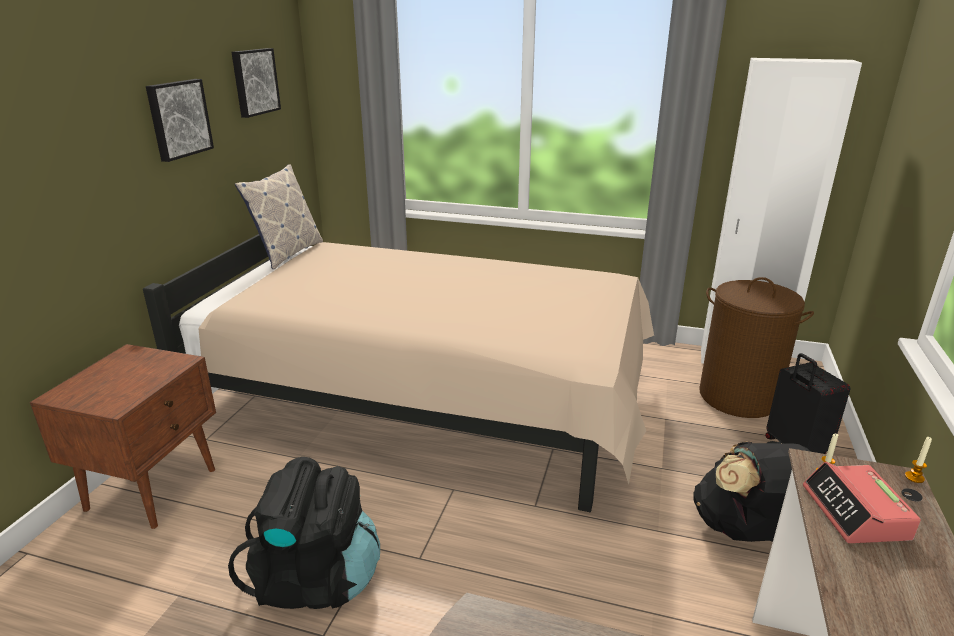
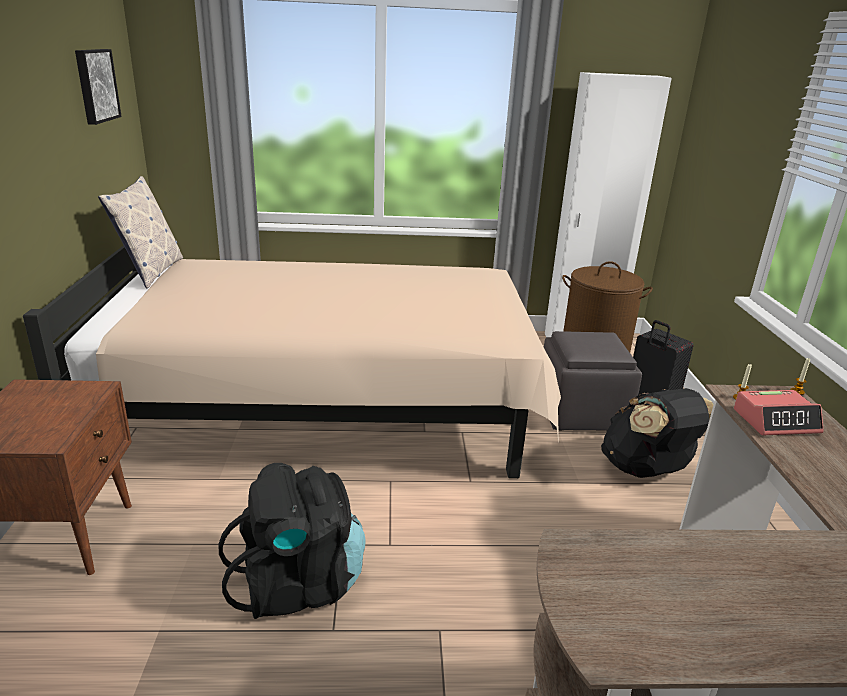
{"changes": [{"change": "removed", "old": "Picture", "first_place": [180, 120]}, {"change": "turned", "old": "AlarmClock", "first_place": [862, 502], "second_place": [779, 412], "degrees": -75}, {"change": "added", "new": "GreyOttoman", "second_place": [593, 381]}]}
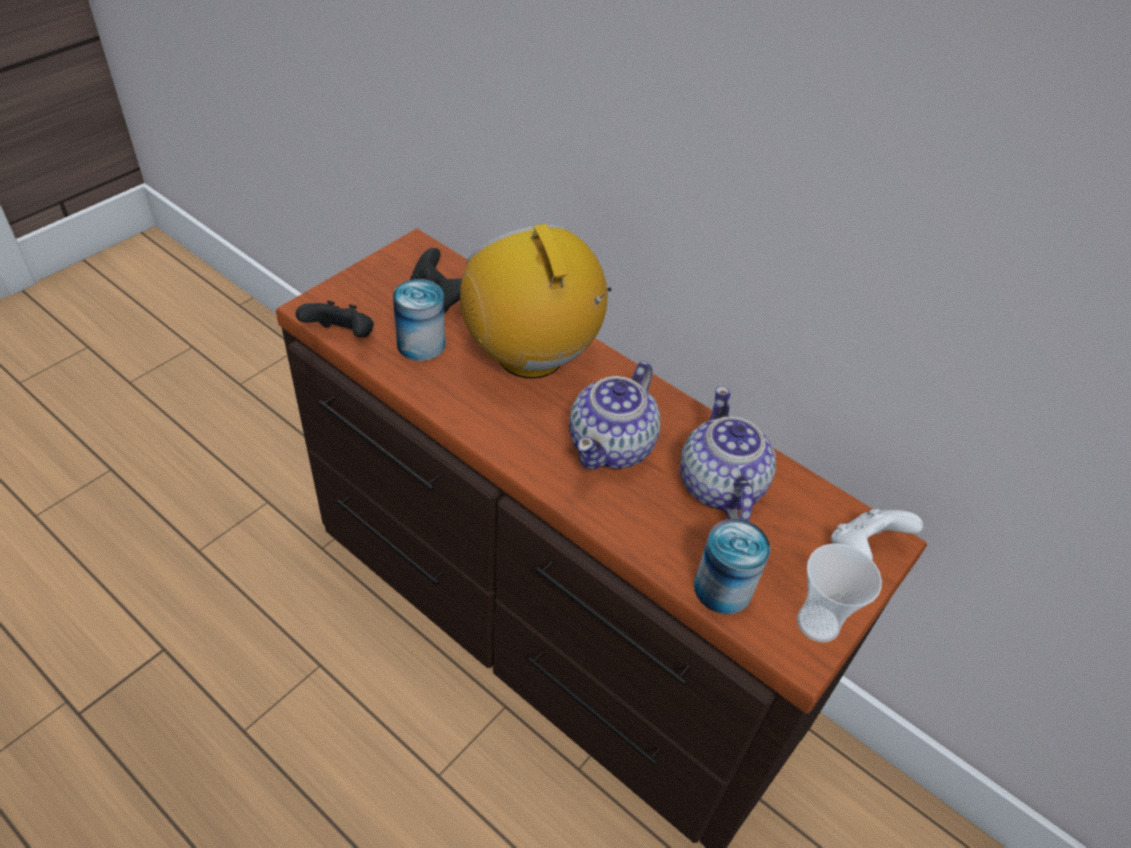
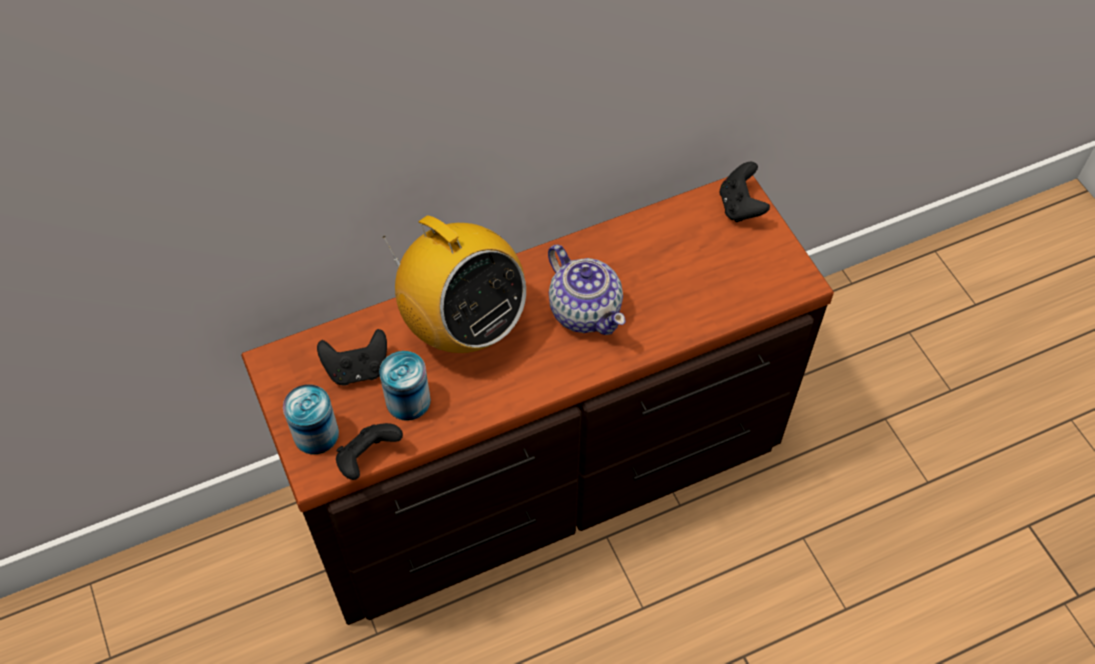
{"changes": [{"change": "turned", "old": "Radio", "first_place": [536, 301], "second_place": [454, 284], "degrees": -135}, {"change": "removed", "old": "Teapot", "first_place": [728, 453]}, {"change": "recoloured", "old": "WhiteGameController", "new": "BlackGameController", "first_place": [877, 535], "second_place": [745, 192]}, {"change": "moved", "old": "Can", "first_place": [732, 567], "second_place": [311, 419]}, {"change": "removed", "old": "Cup", "first_place": [839, 593]}]}
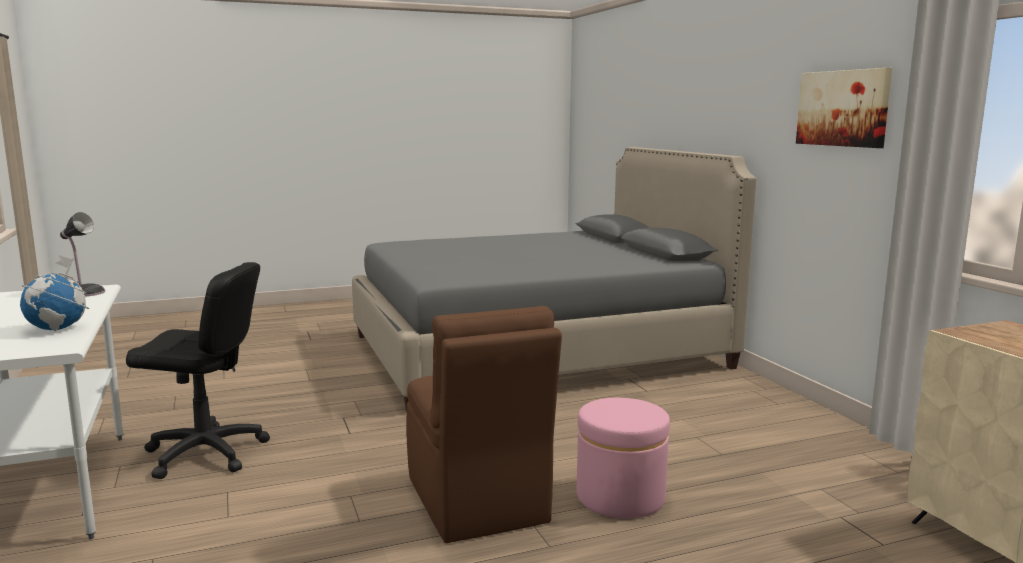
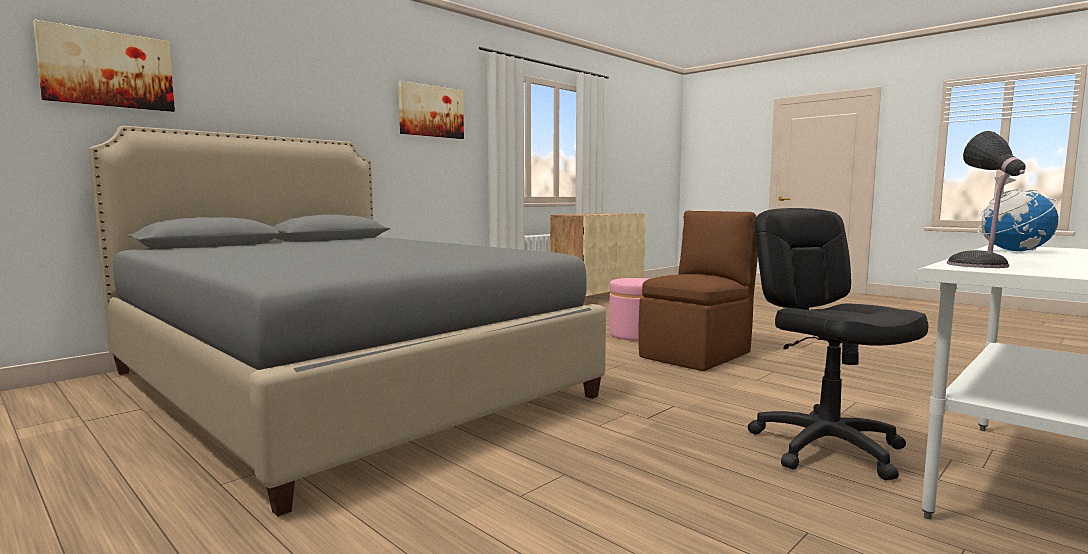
{"changes": [{"change": "added", "new": "Picture", "second_place": [104, 65]}]}
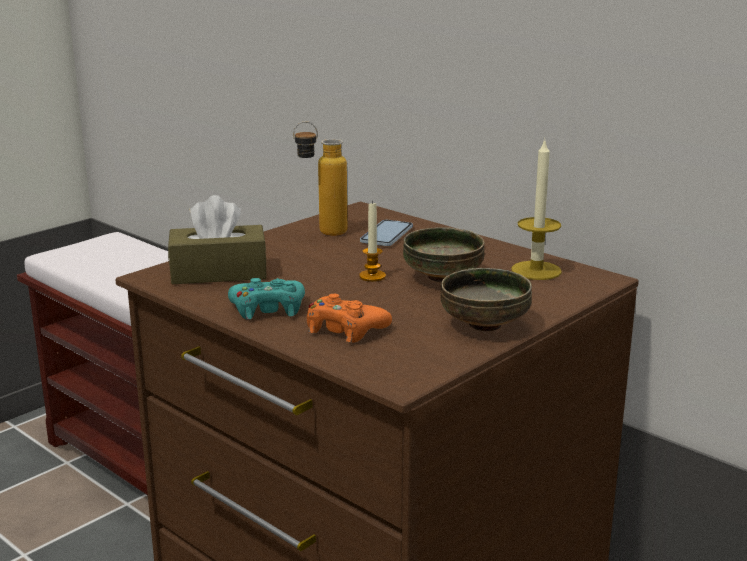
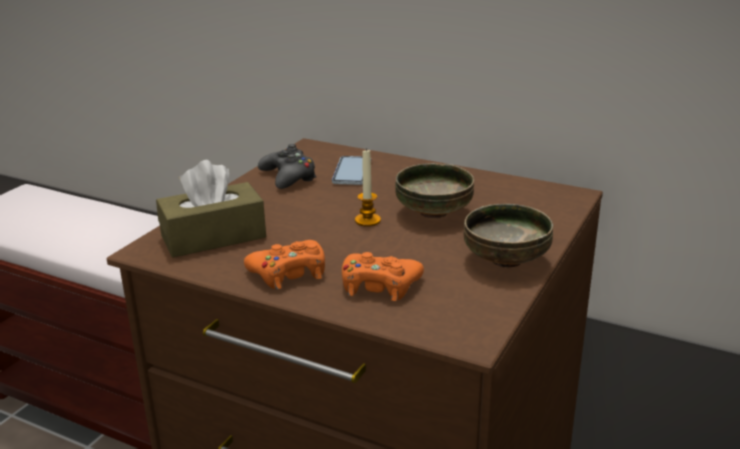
{"changes": [{"change": "replaced", "old": "Bottle", "new": "BlackGameController", "first_place": [320, 178], "second_place": [287, 166]}, {"change": "removed", "old": "Candle", "first_place": [536, 209]}, {"change": "recoloured", "old": "TurquoiseGameController", "new": "OrangeGameController", "first_place": [266, 298], "second_place": [284, 264]}]}
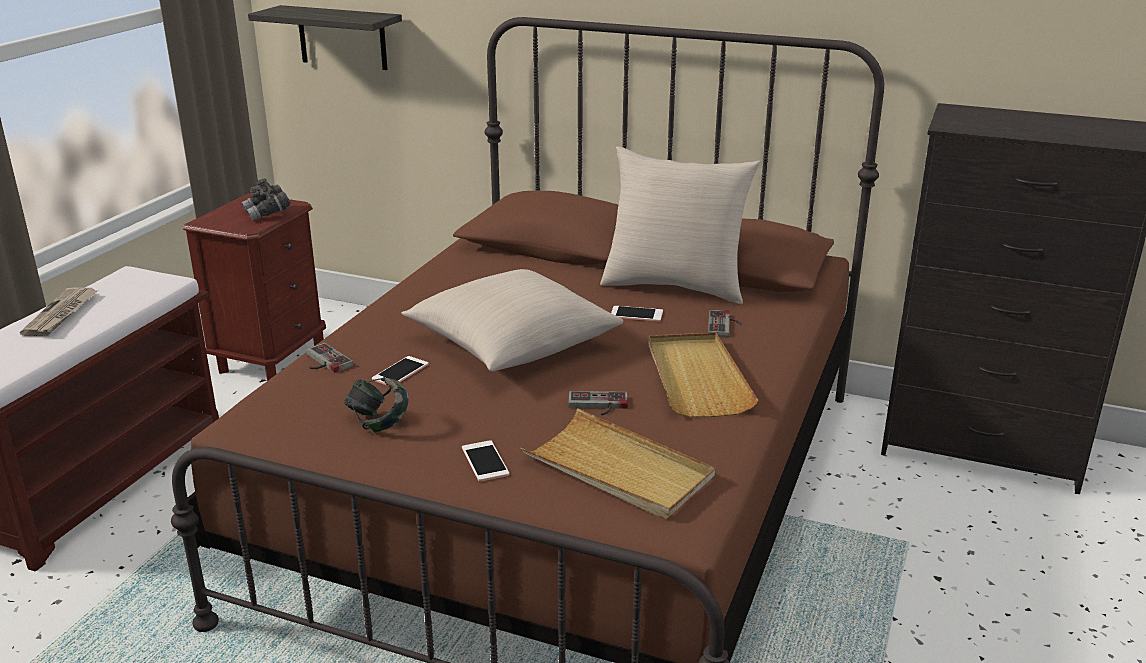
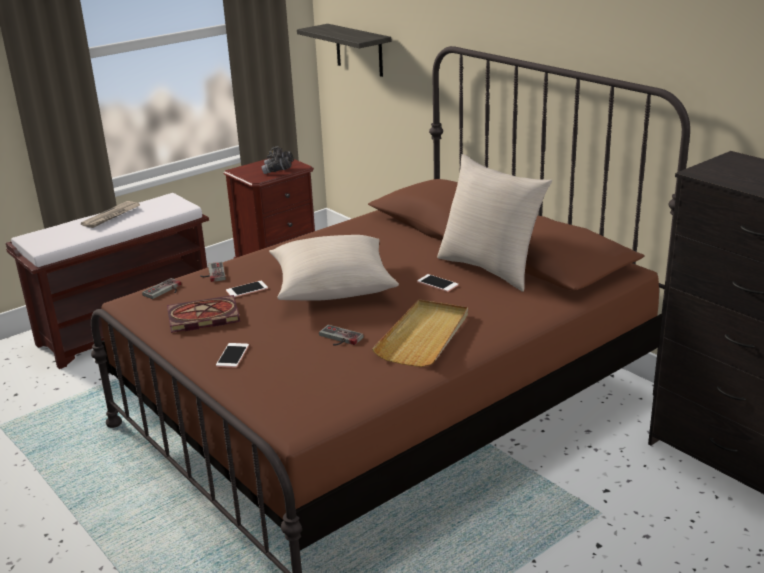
{"changes": [{"change": "moved", "old": "GameController", "first_place": [725, 324], "second_place": [161, 288]}, {"change": "replaced", "old": "Headphones", "new": "Book", "first_place": [376, 403], "second_place": [203, 314]}, {"change": "removed", "old": "BeigeTray", "first_place": [617, 463]}]}
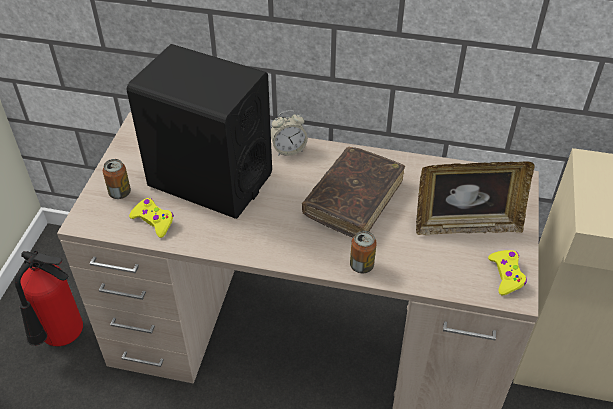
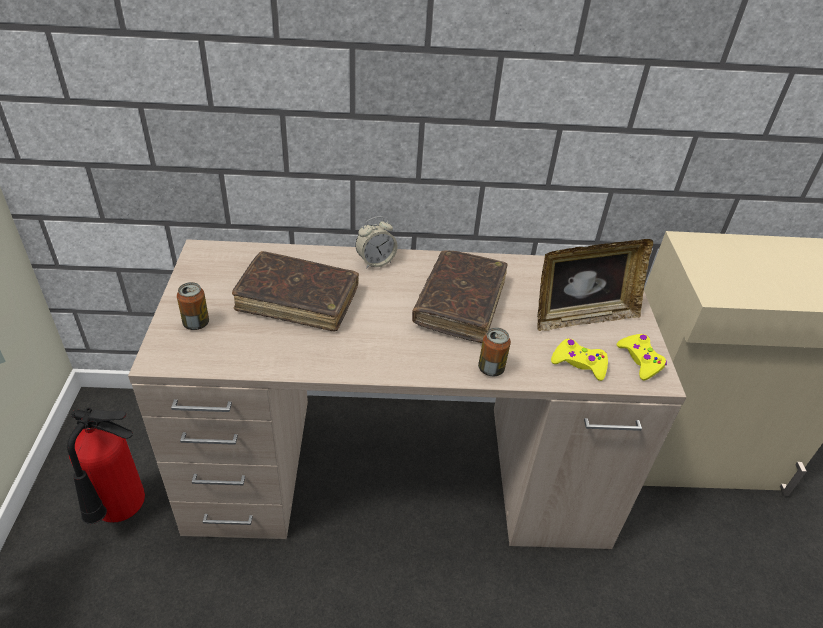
{"changes": [{"change": "replaced", "old": "BlackSpeaker", "new": "BrownBook", "first_place": [199, 131], "second_place": [295, 291]}, {"change": "moved", "old": "YellowGameController", "first_place": [151, 218], "second_place": [579, 359]}]}
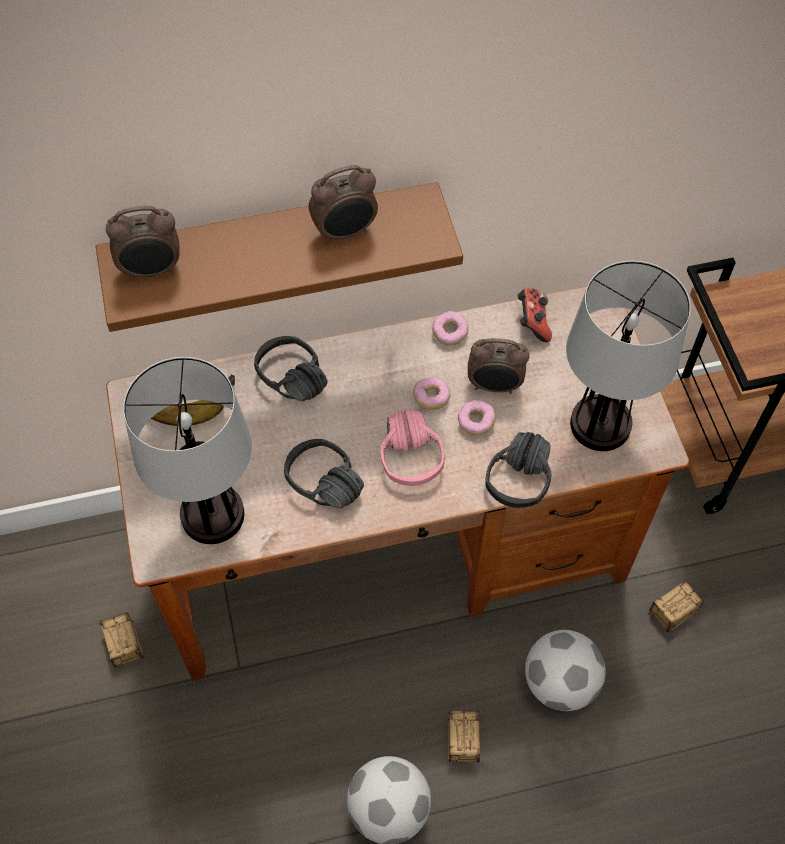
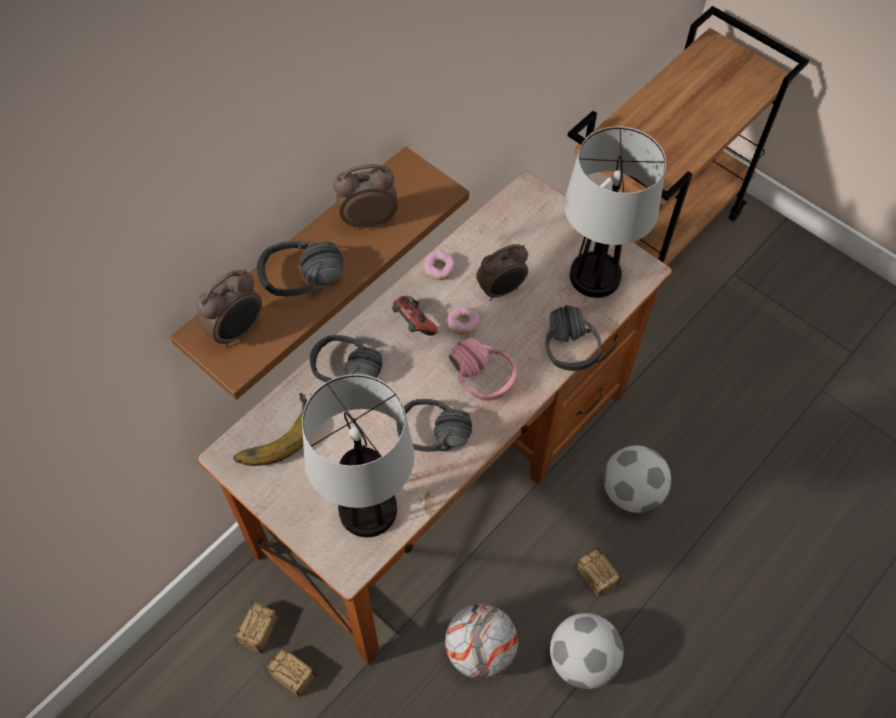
{"changes": [{"change": "turned", "old": "AlarmClock", "first_place": [343, 204], "second_place": [365, 197], "degrees": -135}, {"change": "moved", "old": "GameController", "first_place": [535, 315], "second_place": [415, 316]}, {"change": "removed", "old": "Donut", "first_place": [477, 418]}, {"change": "moved", "old": "StorageBox", "first_place": [670, 607], "second_place": [250, 644]}, {"change": "added", "new": "BlackHeadphones", "second_place": [300, 268]}, {"change": "added", "new": "Football", "second_place": [481, 641]}]}
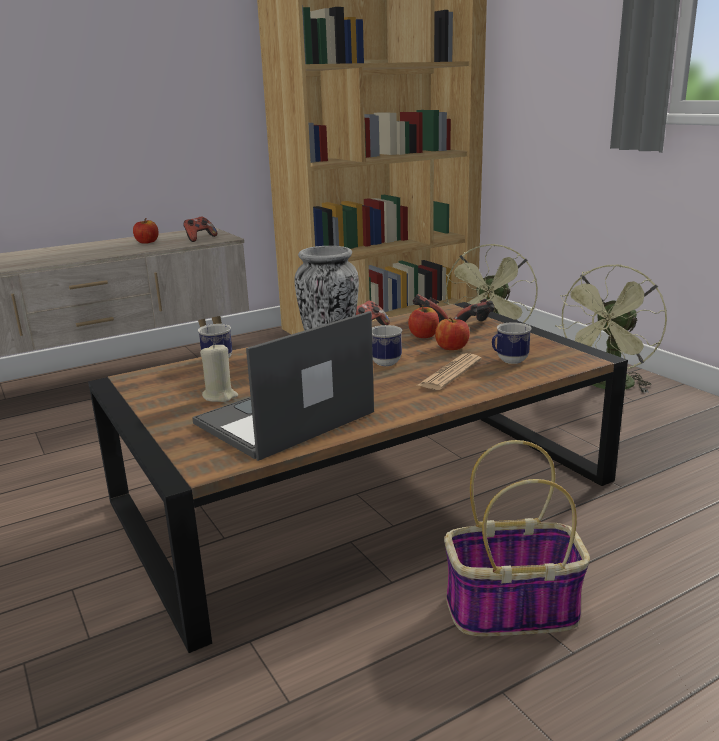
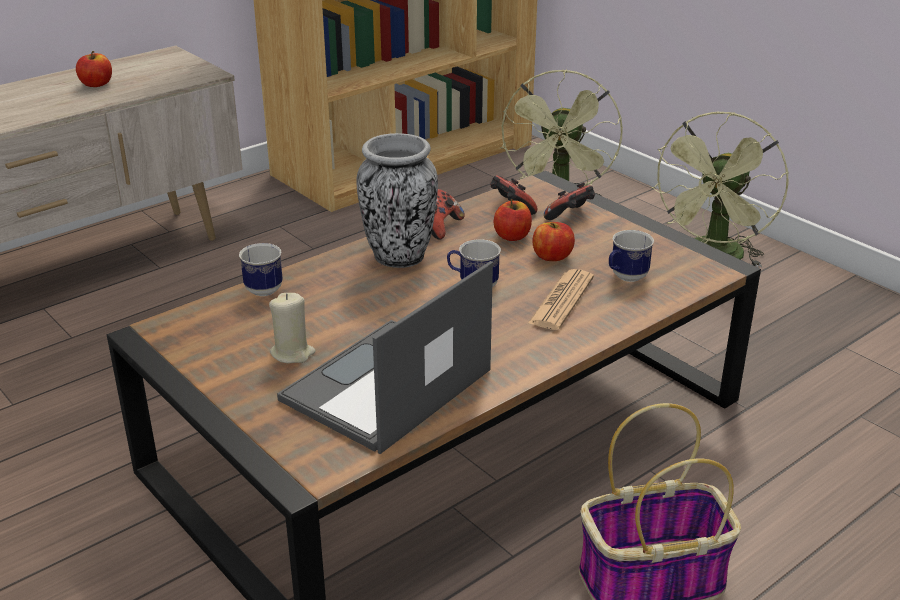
{"changes": [{"change": "removed", "old": "GameController", "first_place": [200, 229]}]}
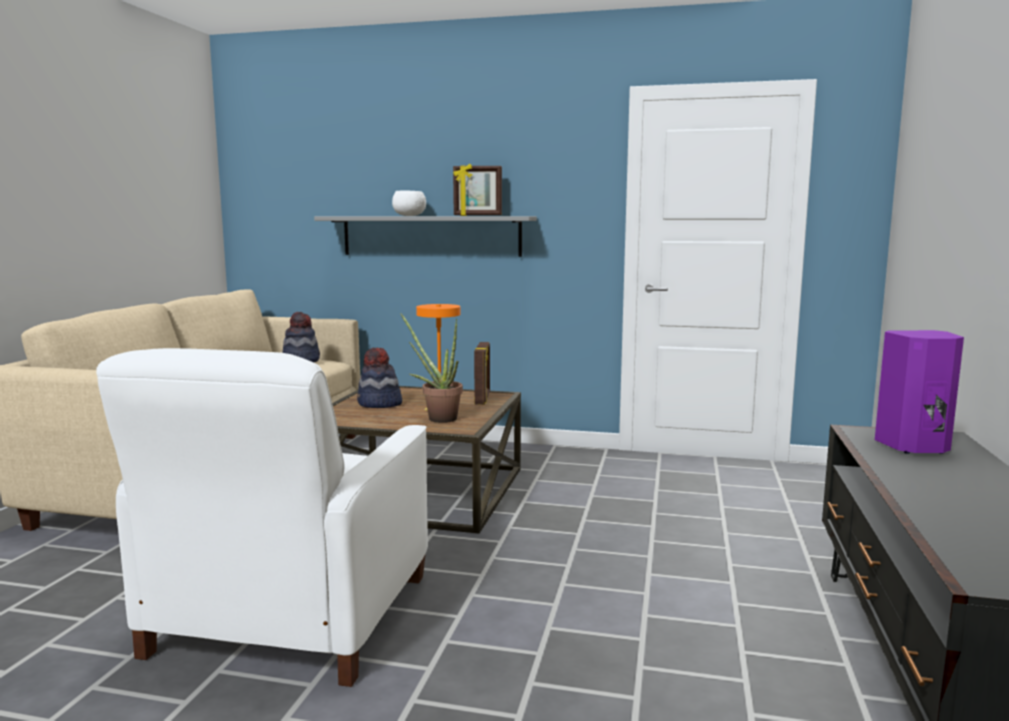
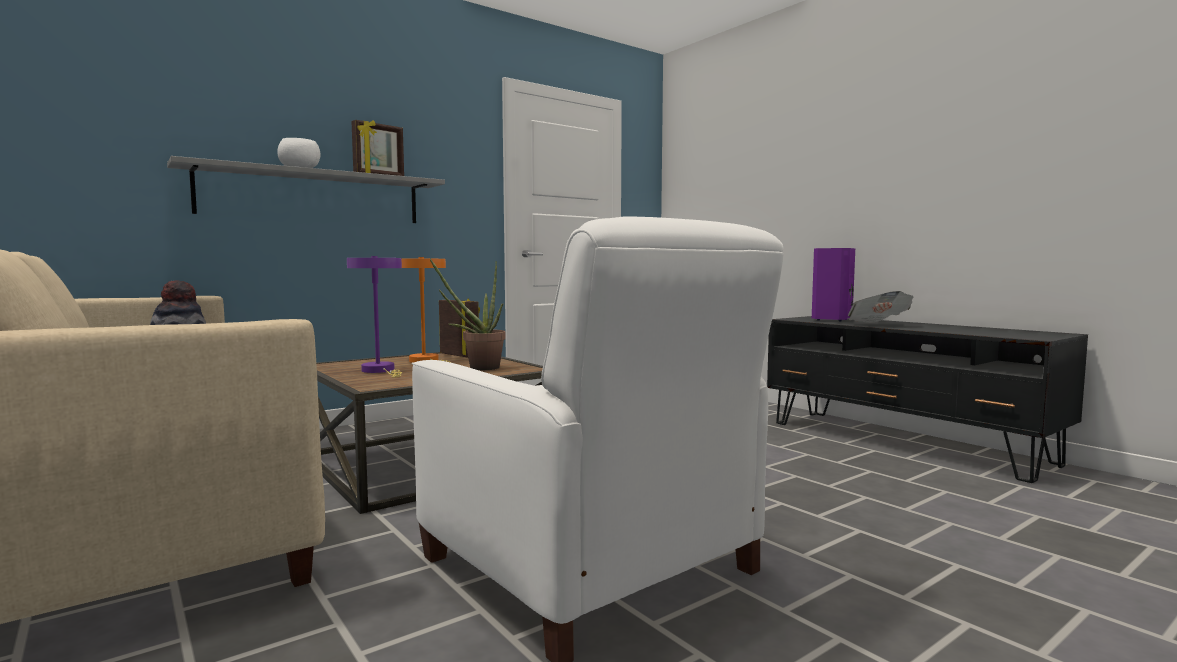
{"changes": [{"change": "replaced", "old": "Hat", "new": "PurpleTableLamp", "first_place": [379, 378], "second_place": [374, 317]}, {"change": "added", "new": "Newspaper", "second_place": [880, 307]}]}
